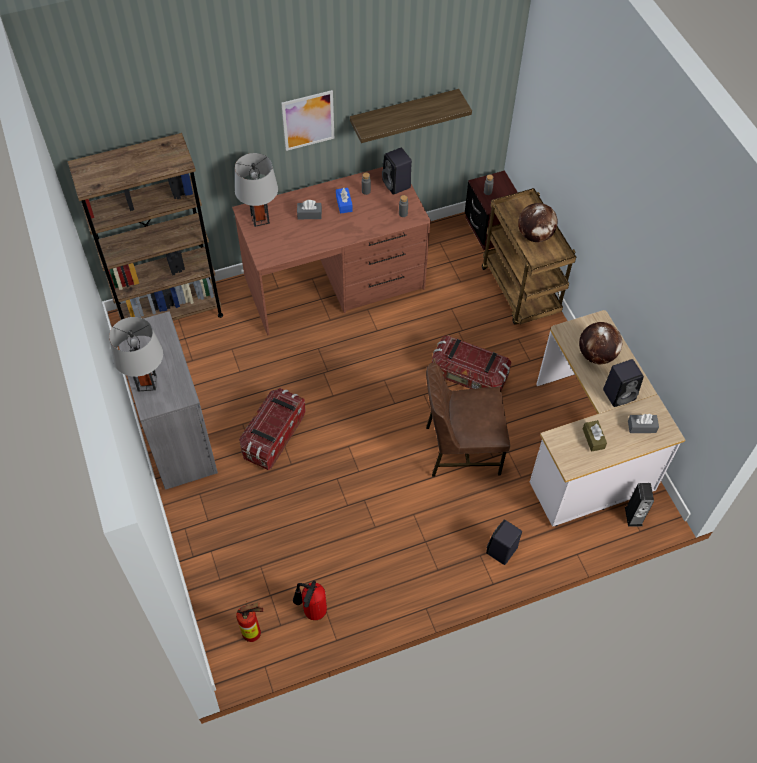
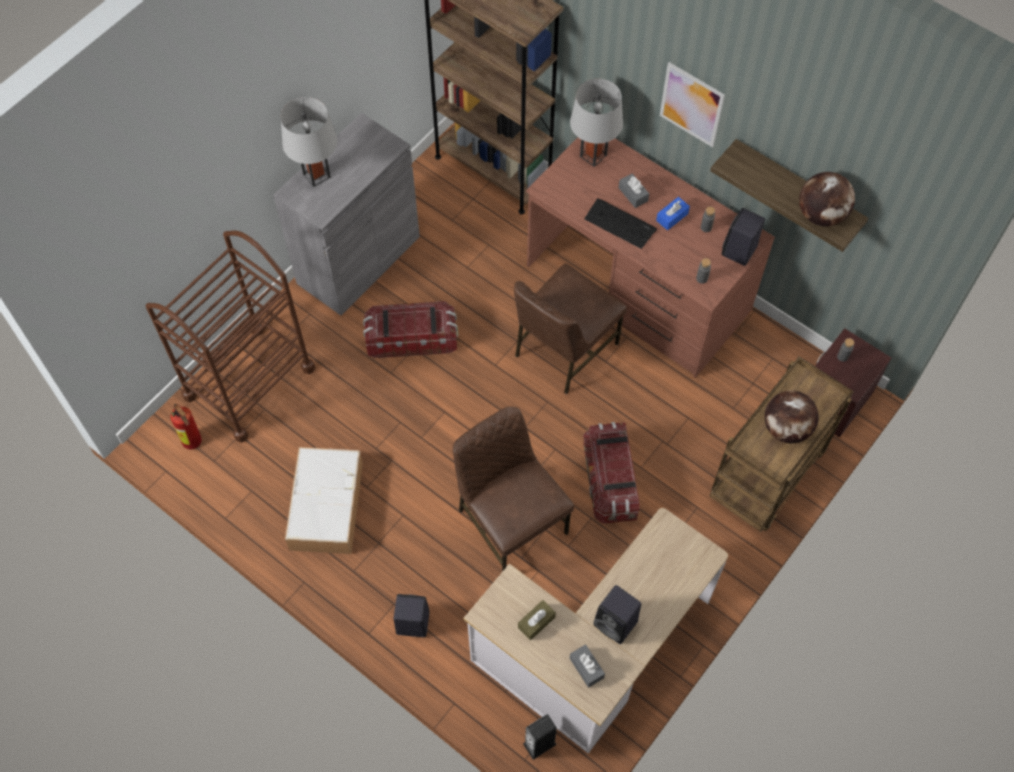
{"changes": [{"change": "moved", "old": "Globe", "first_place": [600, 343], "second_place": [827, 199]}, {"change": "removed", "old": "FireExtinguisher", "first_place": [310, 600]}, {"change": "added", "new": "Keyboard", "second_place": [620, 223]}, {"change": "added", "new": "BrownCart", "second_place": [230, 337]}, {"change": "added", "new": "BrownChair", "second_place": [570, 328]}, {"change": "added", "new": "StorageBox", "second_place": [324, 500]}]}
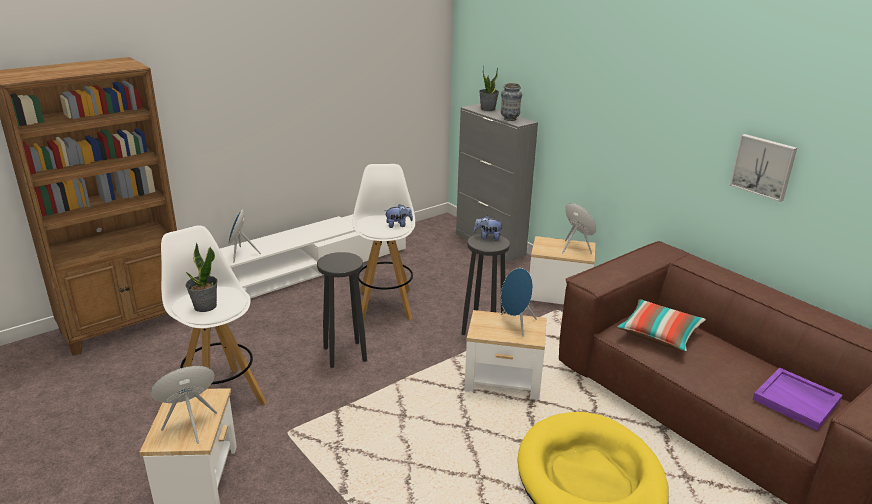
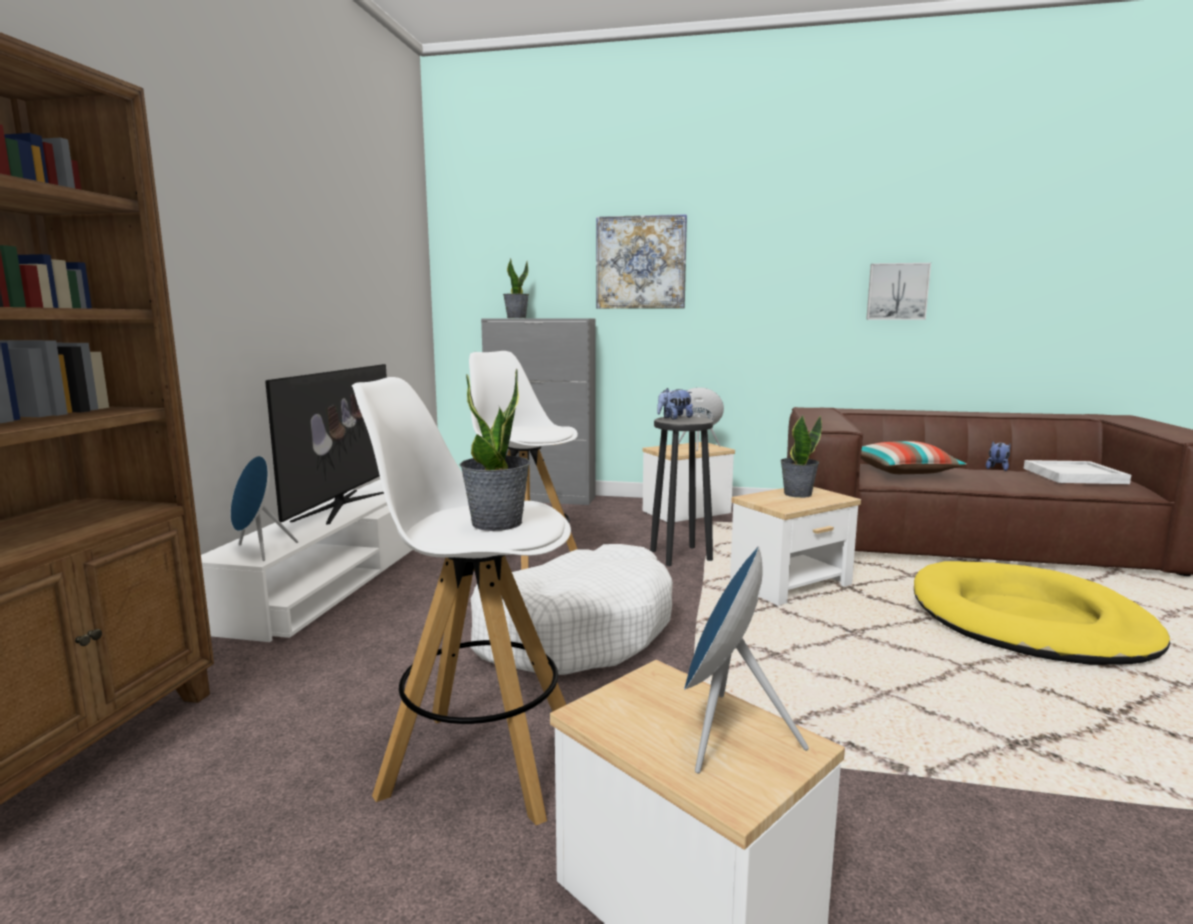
{"changes": [{"change": "removed", "old": "Vase", "first_place": [511, 102]}, {"change": "moved", "old": "PlushToy", "first_place": [398, 216], "second_place": [998, 456]}, {"change": "replaced", "old": "BlackStool", "new": "WhiteDogBed", "first_place": [342, 310], "second_place": [571, 609]}, {"change": "replaced", "old": "BlueSpeaker", "new": "PottedPlant", "first_place": [519, 302], "second_place": [801, 456]}, {"change": "recoloured", "old": "PurpleTray", "new": "WhiteTray", "first_place": [797, 399], "second_place": [1077, 472]}, {"change": "added", "new": "Picture", "second_place": [641, 261]}, {"change": "added", "new": "Television", "second_place": [326, 444]}]}
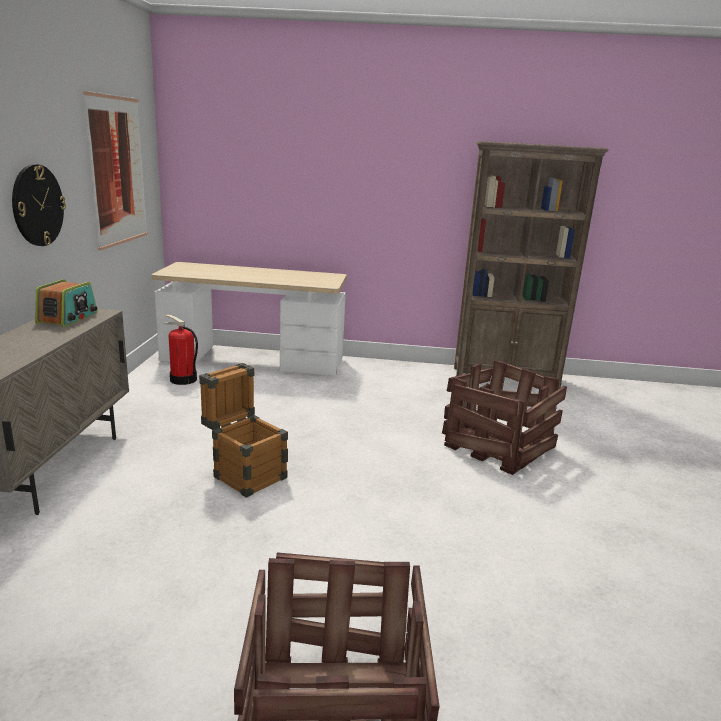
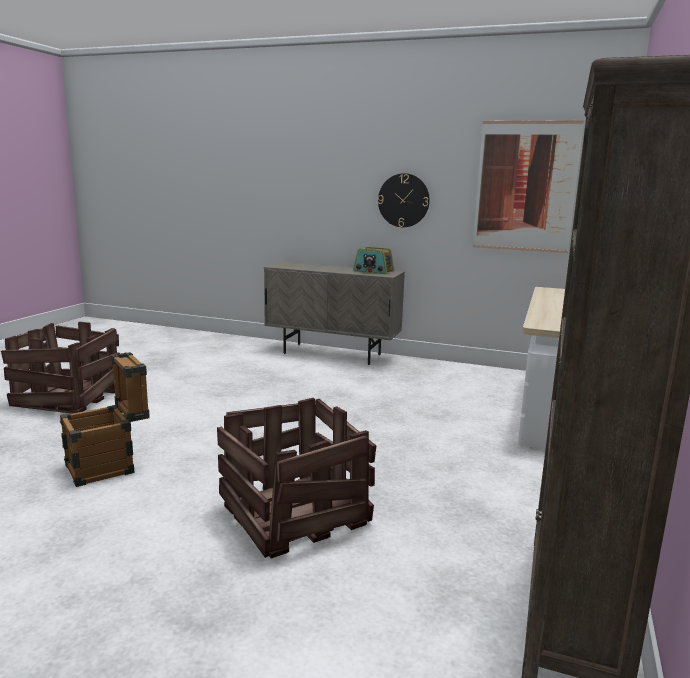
{"changes": [{"change": "removed", "old": "FireExtinguisher", "first_place": [181, 349]}, {"change": "moved", "old": "Crate", "first_place": [243, 430], "second_place": [105, 419]}]}
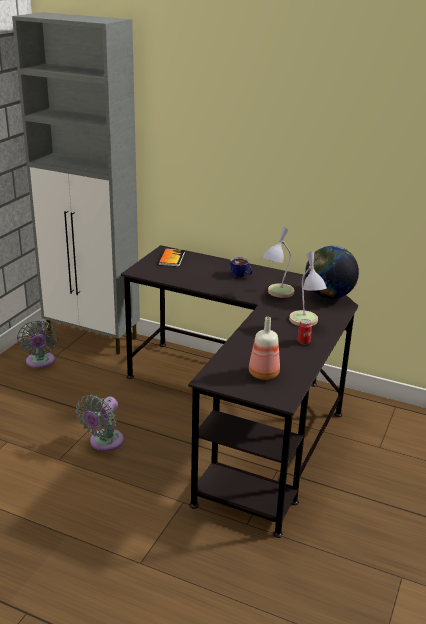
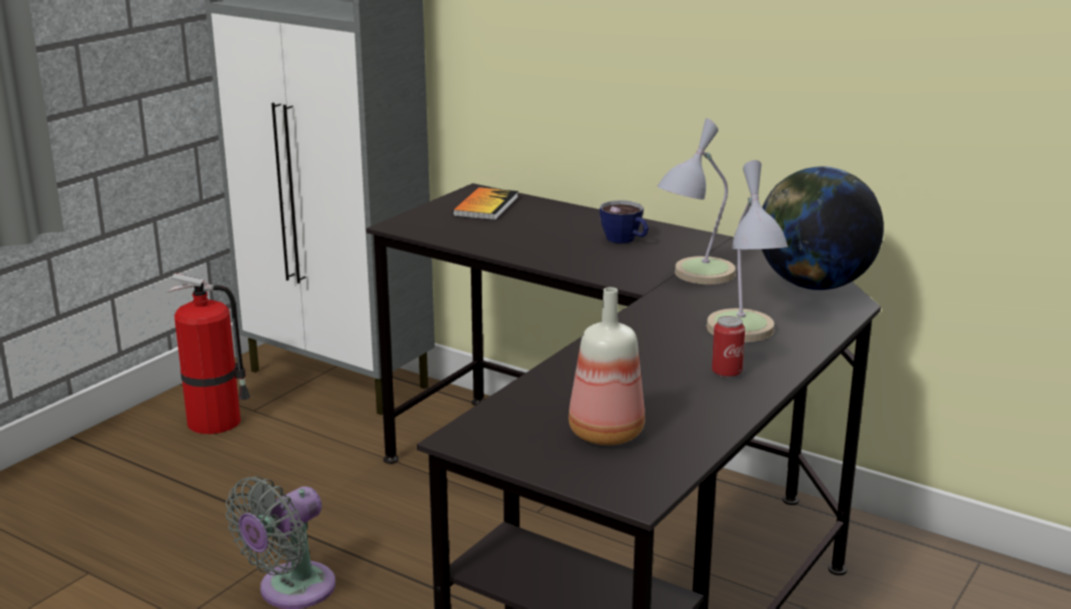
{"changes": [{"change": "replaced", "old": "GreyFan", "new": "FireExtinguisher", "first_place": [37, 344], "second_place": [209, 353]}]}
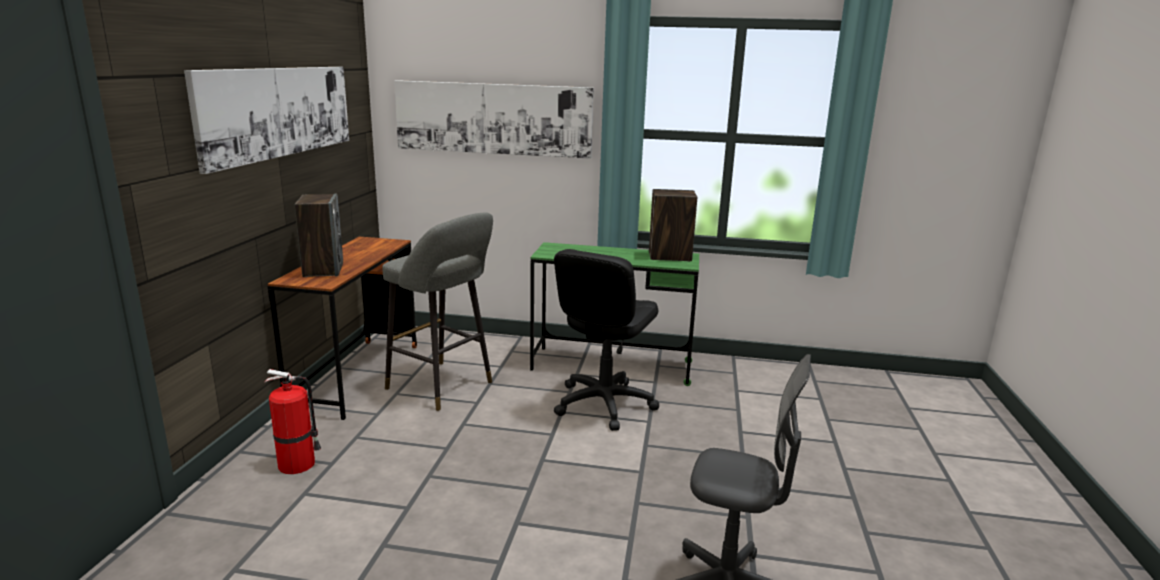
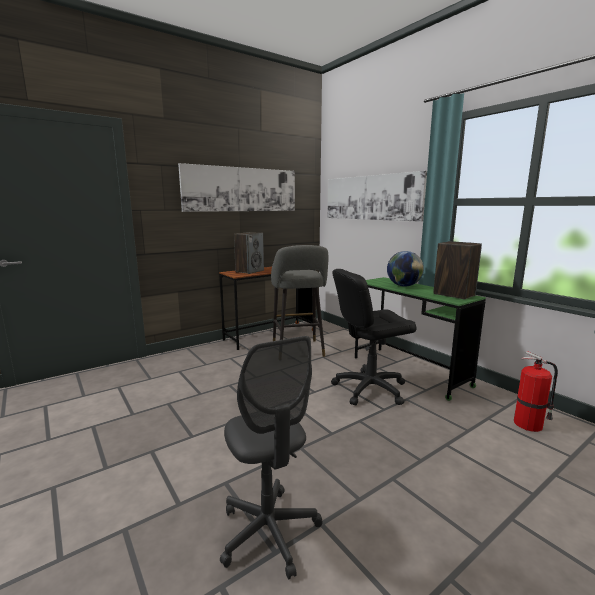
{"changes": [{"change": "moved", "old": "FireExtinguisher", "first_place": [293, 421], "second_place": [536, 391]}, {"change": "added", "new": "Globe", "second_place": [405, 269]}]}
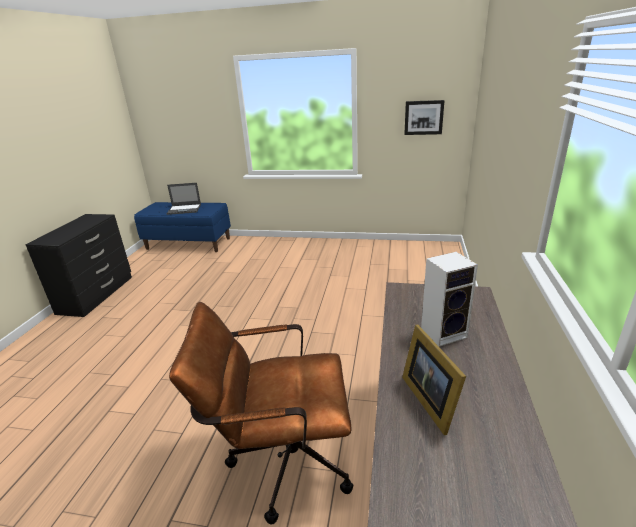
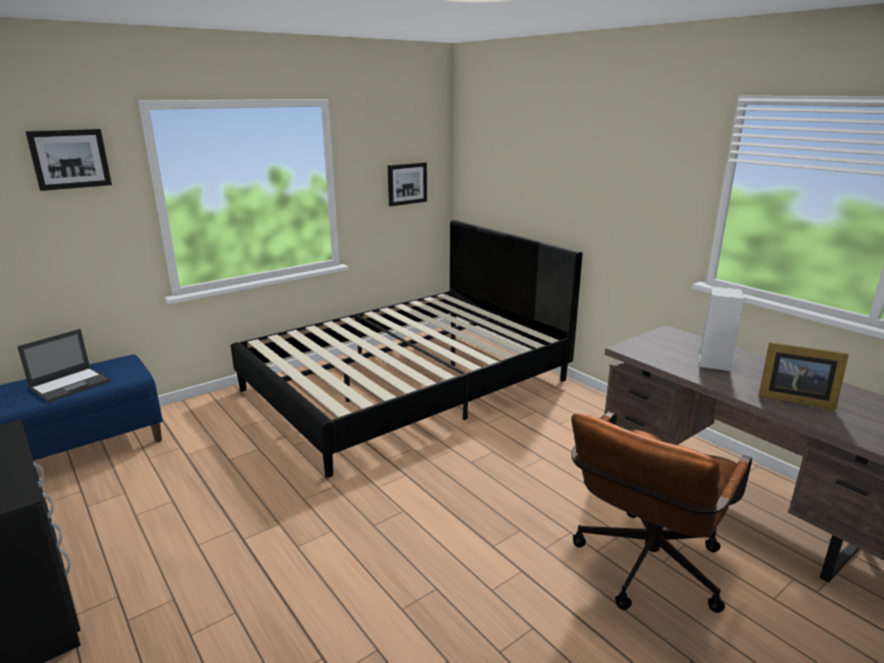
{"changes": [{"change": "added", "new": "Picture", "second_place": [68, 160]}, {"change": "added", "new": "BlackBed", "second_place": [407, 348]}]}
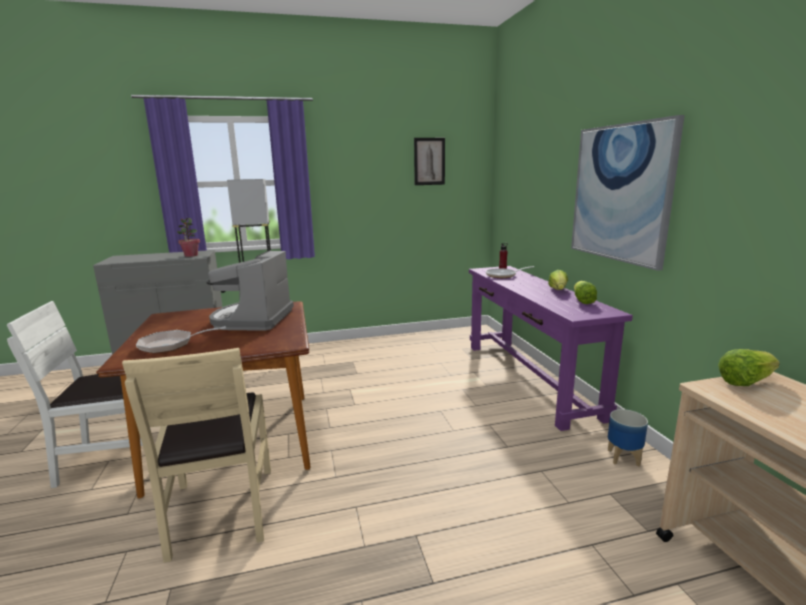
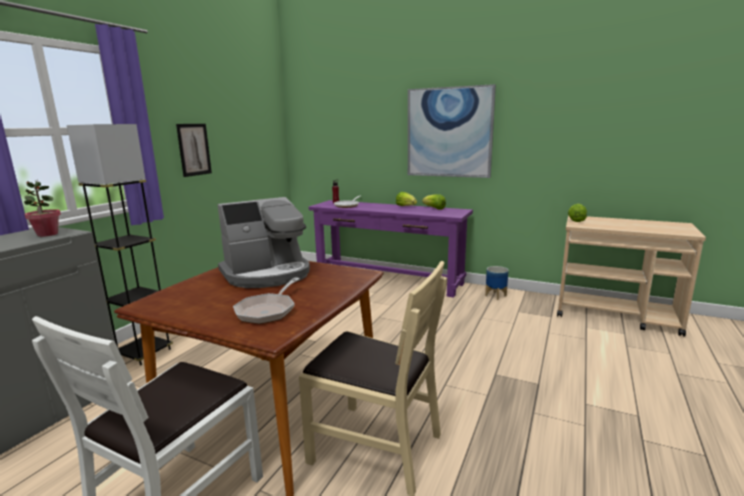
{"changes": [{"change": "moved", "old": "Picture", "first_place": [429, 161], "second_place": [194, 150]}, {"change": "turned", "old": "CoffeeMachine", "first_place": [250, 290], "second_place": [263, 242], "degrees": -75}]}
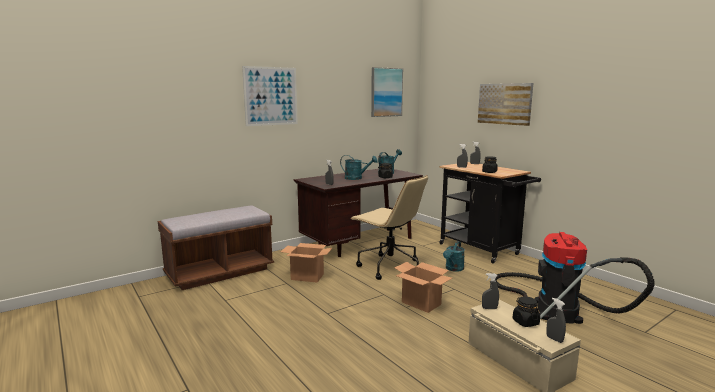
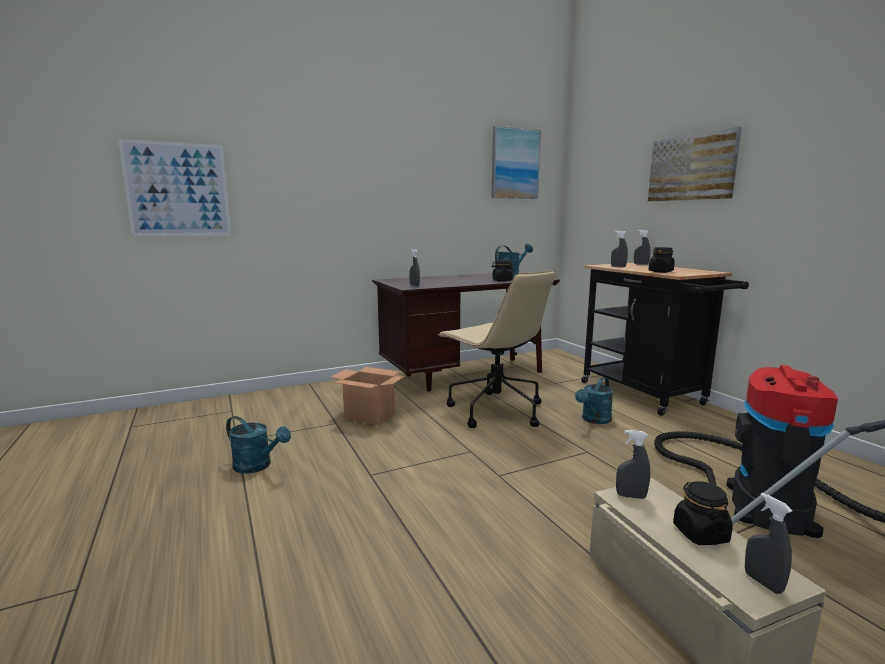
{"changes": [{"change": "moved", "old": "Picture", "first_place": [270, 96], "second_place": [174, 188]}, {"change": "moved", "old": "TurquoiseWateringCan", "first_place": [359, 167], "second_place": [258, 445]}, {"change": "removed", "old": "BrownBench", "first_place": [216, 248]}, {"change": "removed", "old": "CardboardBox", "first_place": [423, 287]}]}
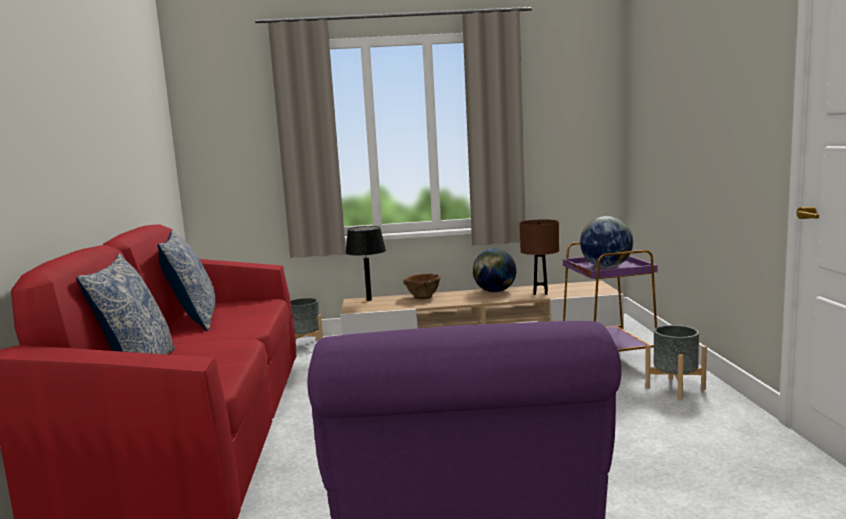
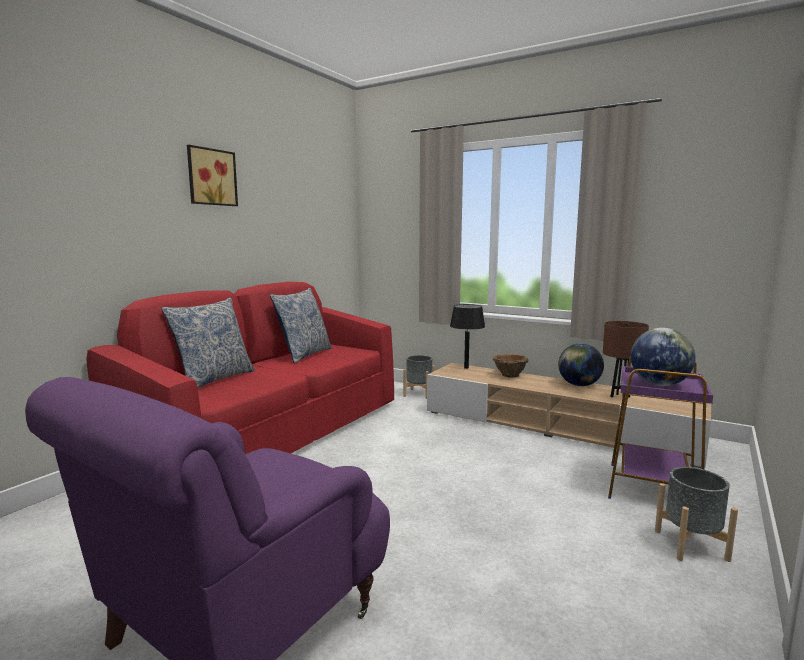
{"changes": [{"change": "added", "new": "Picture", "second_place": [212, 175]}]}
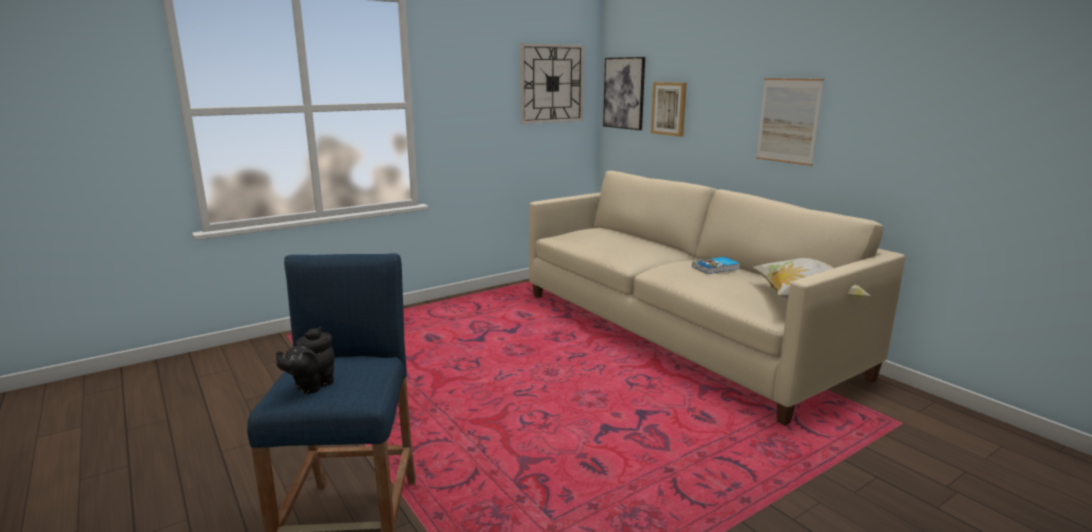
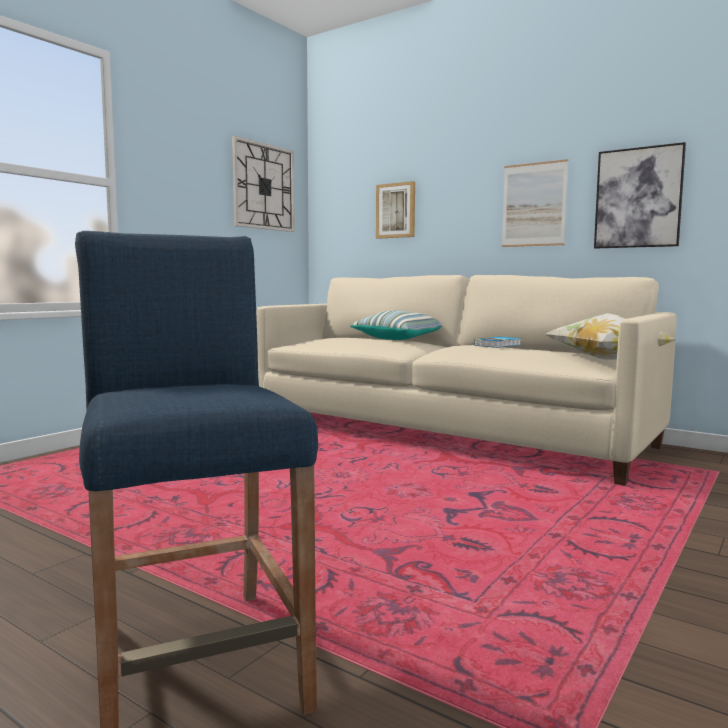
{"changes": [{"change": "moved", "old": "Picture", "first_place": [624, 93], "second_place": [640, 195]}, {"change": "removed", "old": "BlackTeapot", "first_place": [305, 360]}, {"change": "added", "new": "Pillow", "second_place": [396, 325]}]}
